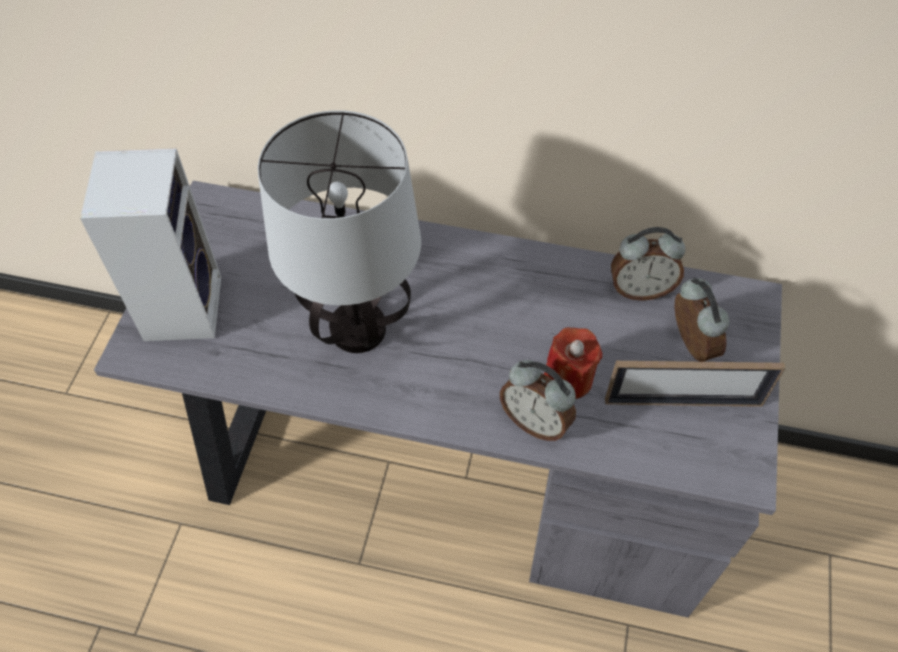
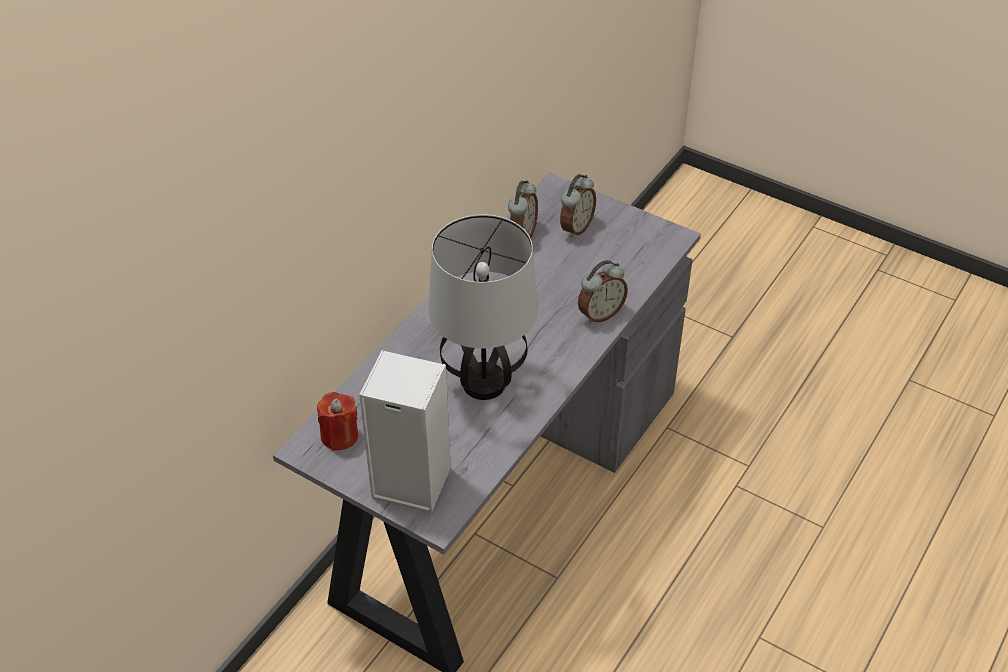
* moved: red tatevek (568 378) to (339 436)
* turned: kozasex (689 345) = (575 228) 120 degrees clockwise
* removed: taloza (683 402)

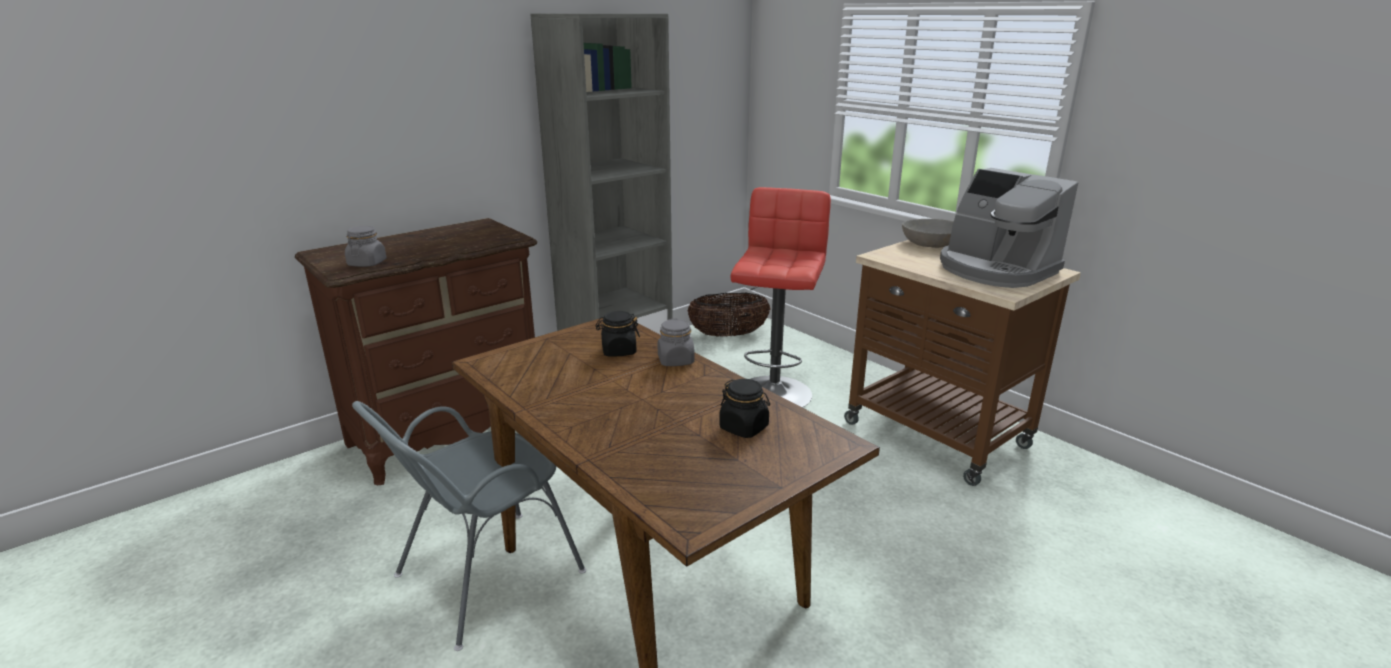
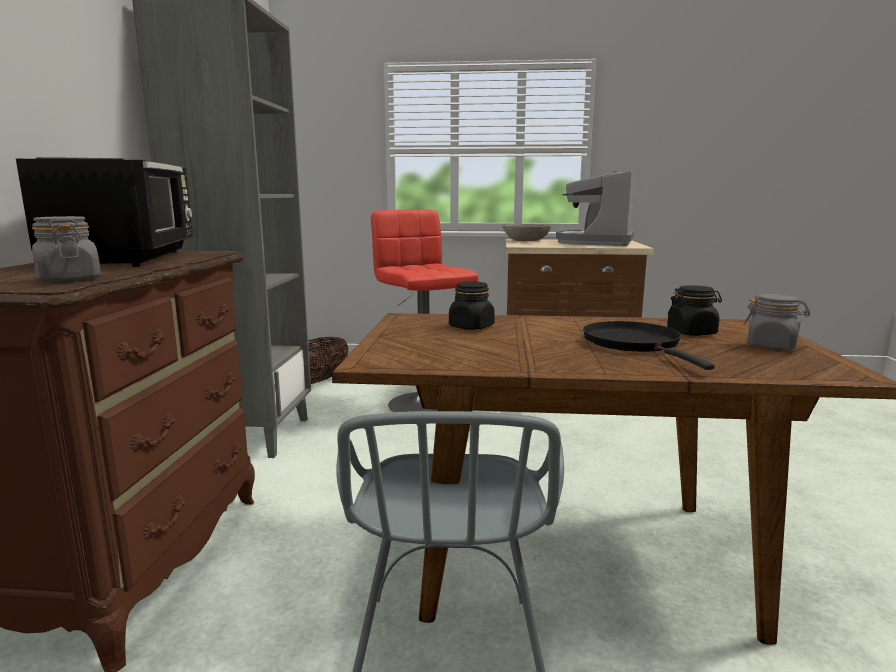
* added: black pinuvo (128 258)
* turned: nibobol (995 270) = (596 242) 105 degrees clockwise
* added: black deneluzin (635 344)
* moved: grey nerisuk (676 360) to (772 345)

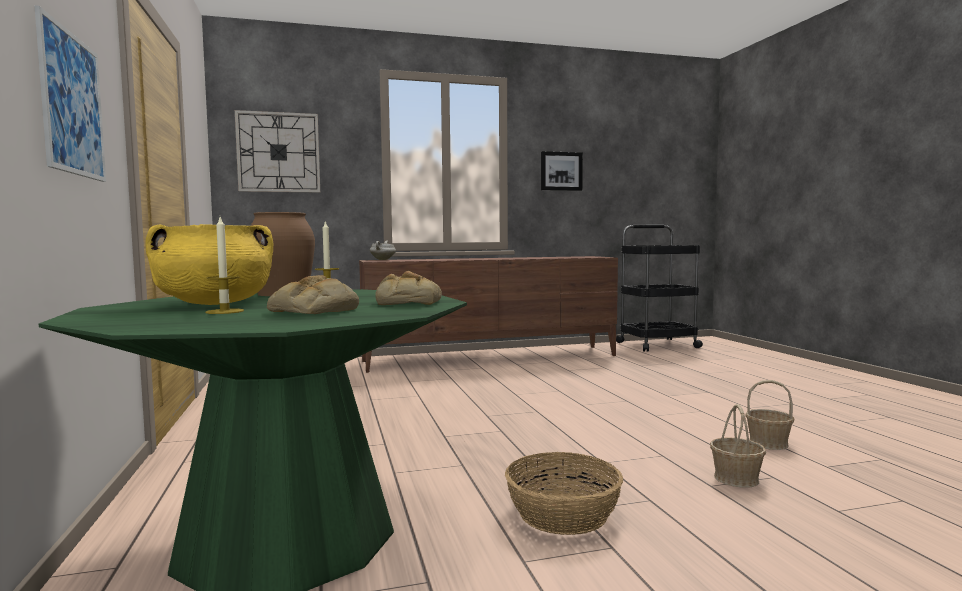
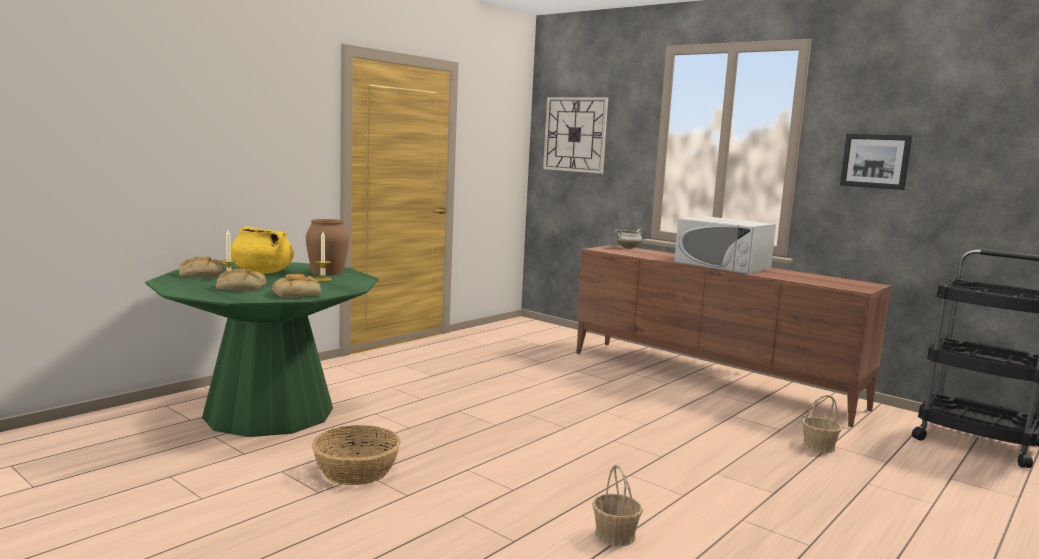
* added: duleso (201 274)
* added: white pinuvo (722 265)
* moved: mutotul (736 478) to (819 446)
* removed: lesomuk (72 104)

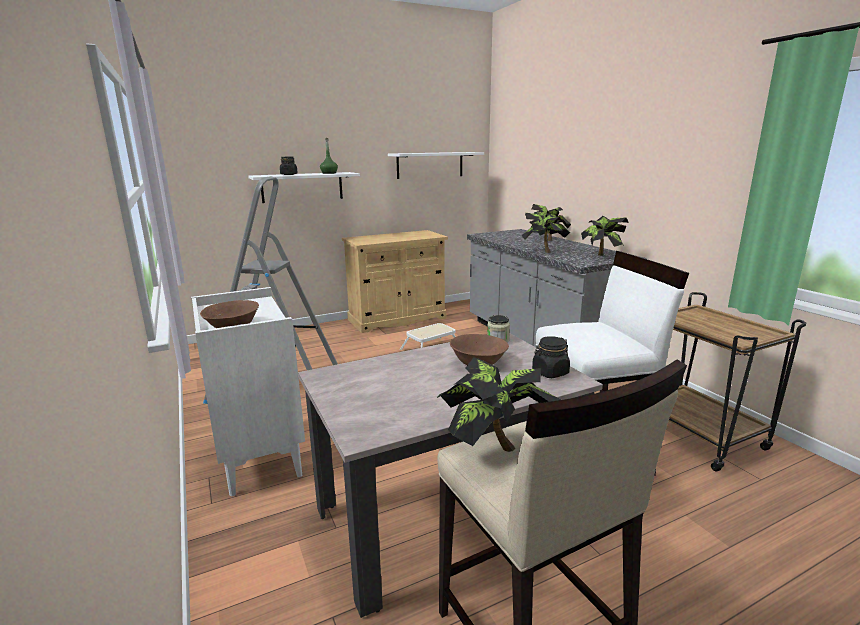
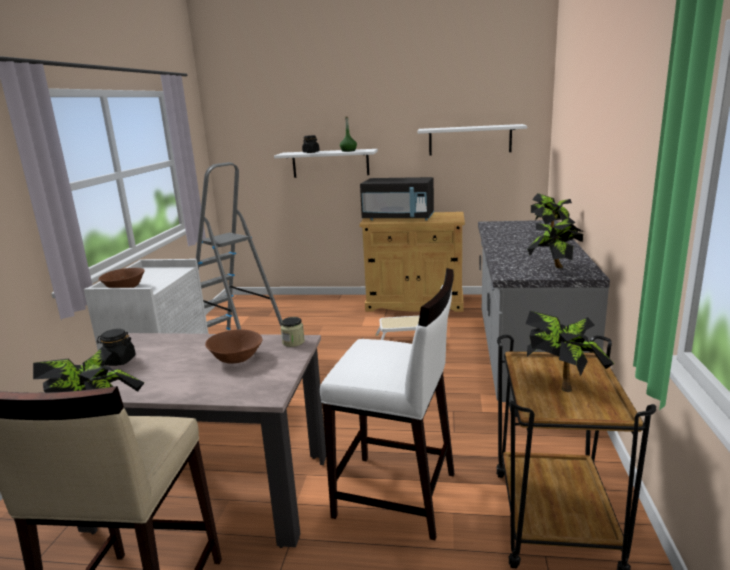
* moved: black nerisuk (550 372) to (119 361)
* added: black pinuvo (398 218)
* moved: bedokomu (543 251) to (563 384)

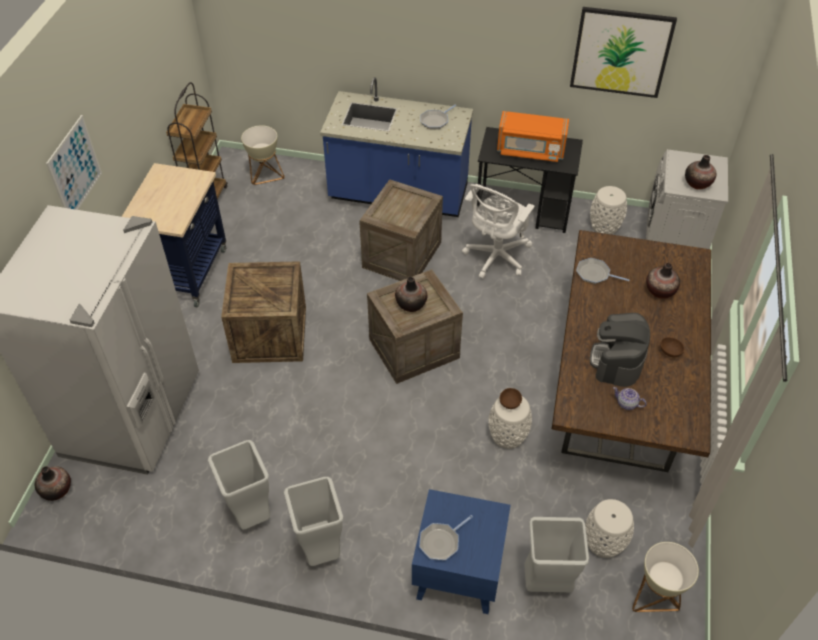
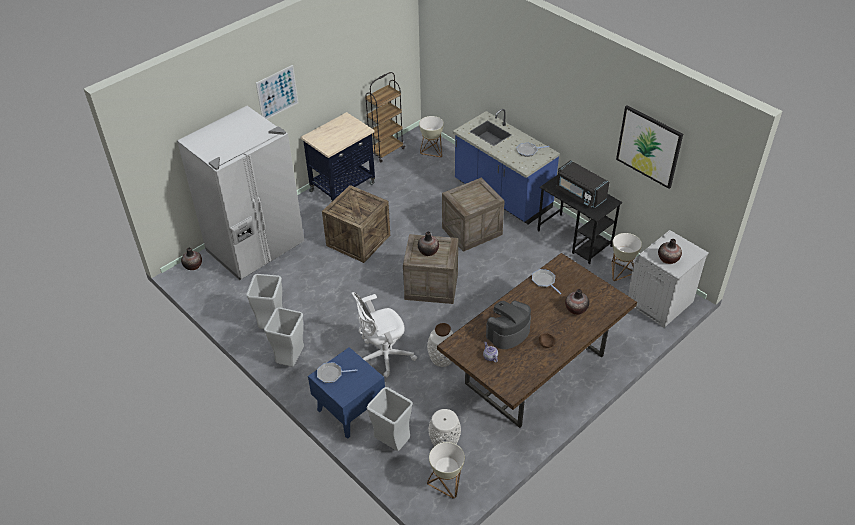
* moved: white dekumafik (495 258) to (383 356)
* recoloured: orange pinuvo (530 150) to black pinuvo (579 194)
* replaced: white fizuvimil (604 226) to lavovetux (621 272)

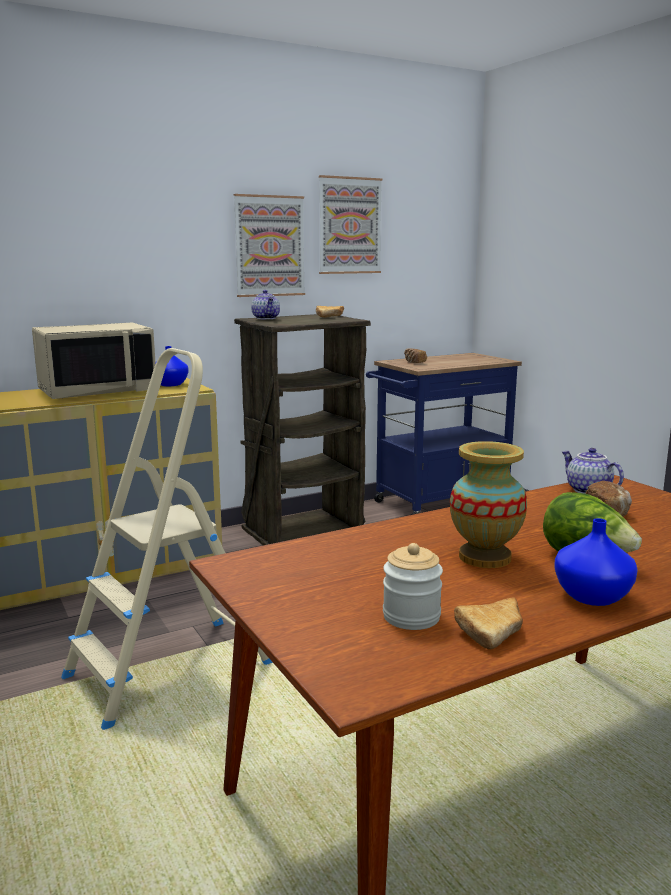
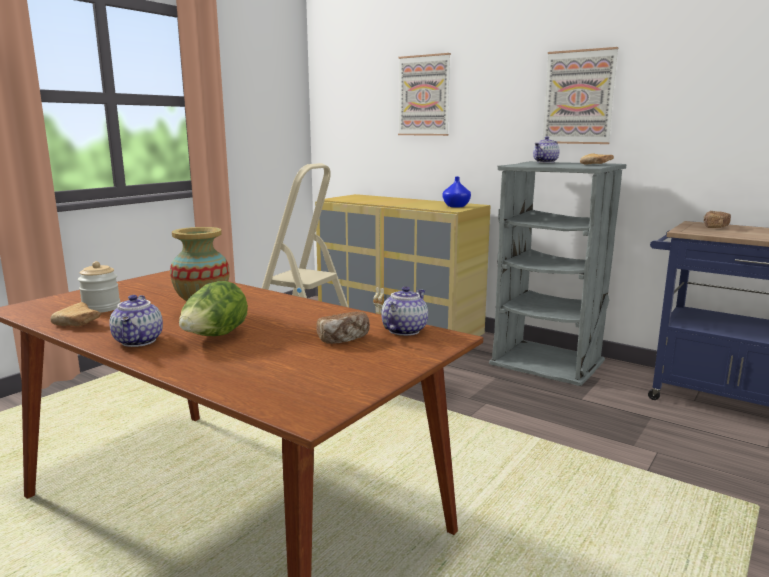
* replaced: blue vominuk (590 595) to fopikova (139 341)
* moved: lesomuk (349 226) to (424 95)
* recoloured: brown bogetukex (304 532) to grey bogetukex (548 362)
* removed: beige pinuvo (97 391)

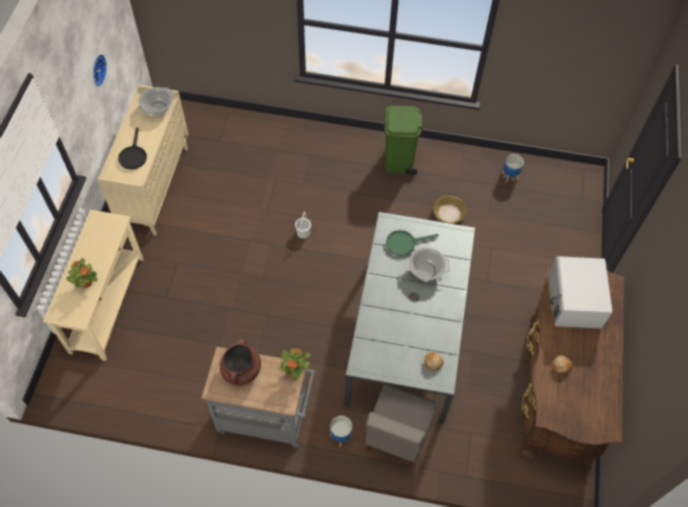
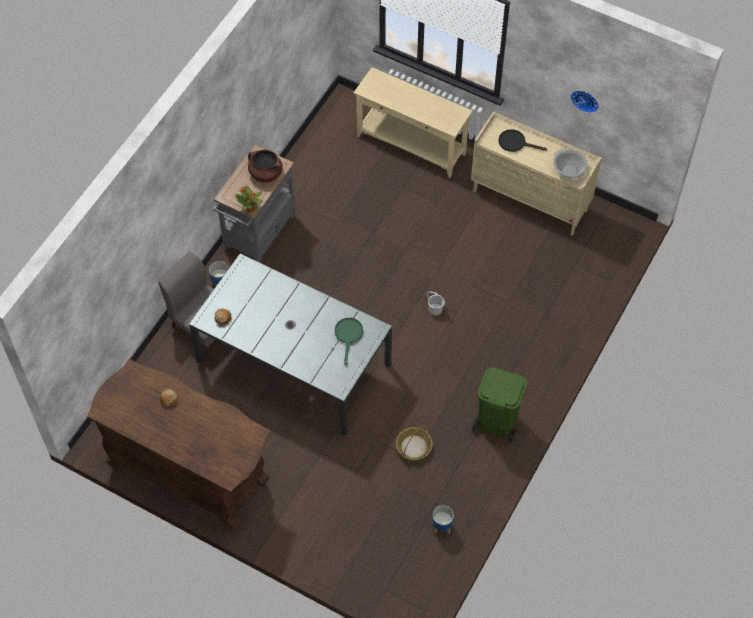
* removed: bedokomu (86 283)
* removed: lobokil (426 271)
* removed: white pinuvo (574 301)

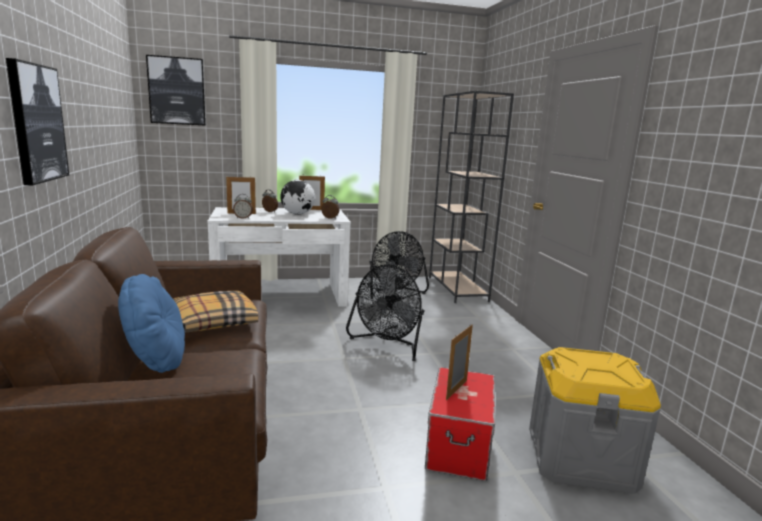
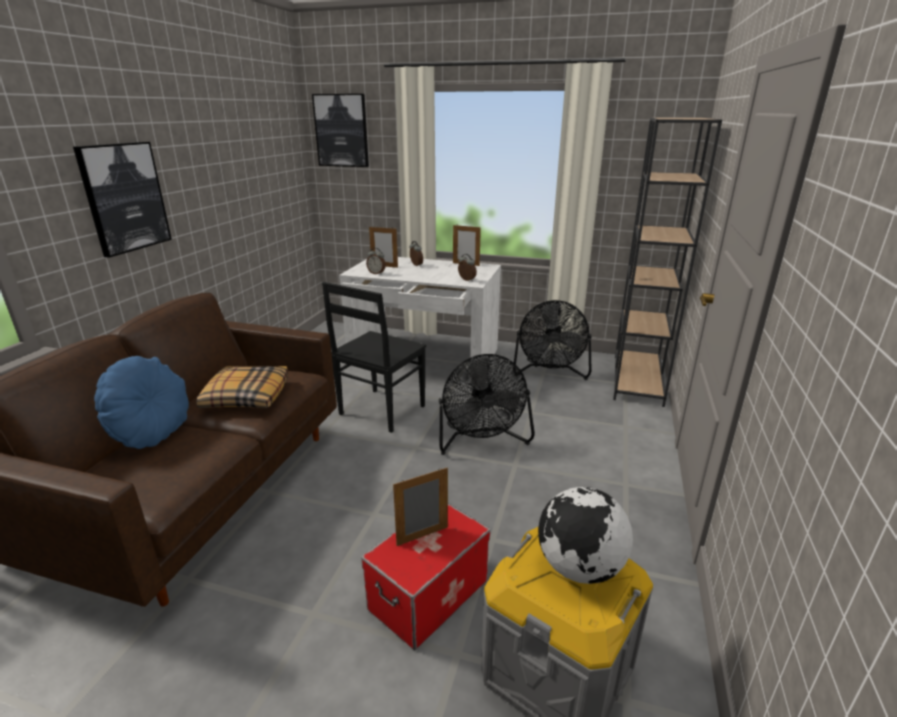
* added: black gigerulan (380 411)
* turned: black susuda (387 343) = (478 439) 75 degrees counterclockwise
* moved: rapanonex (297 214) to (579 568)

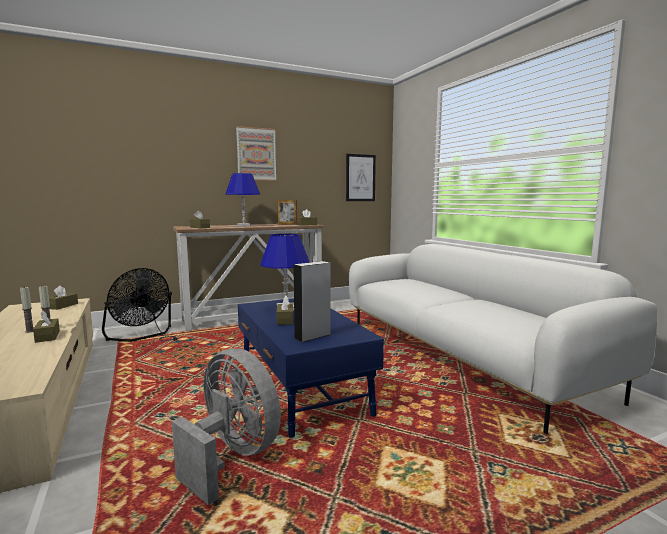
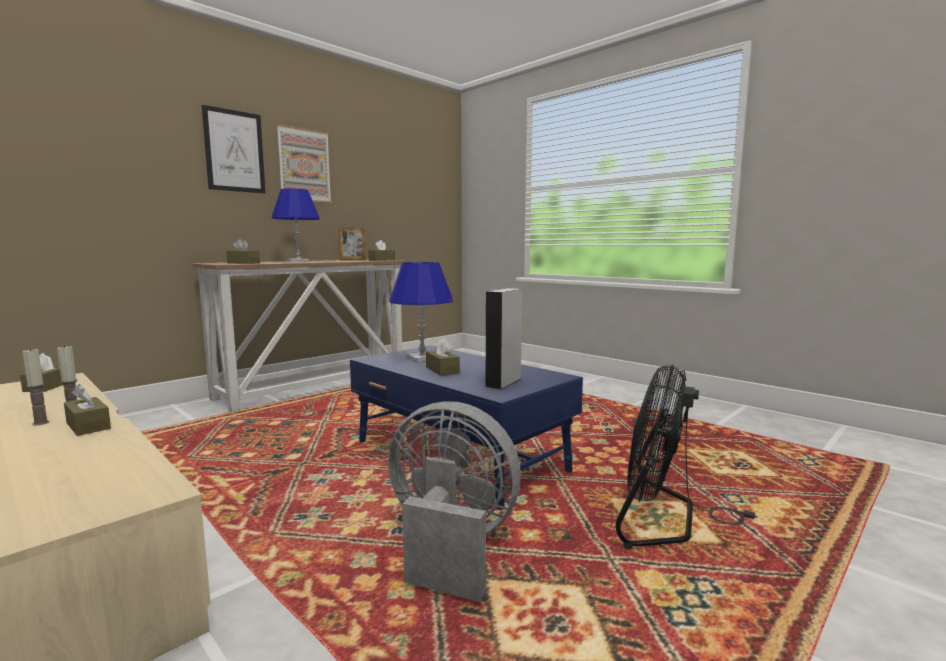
* moved: lesomuk (360 178) to (234 151)
* moved: black susuda (147 335) to (667 515)
* removed: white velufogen (460 356)

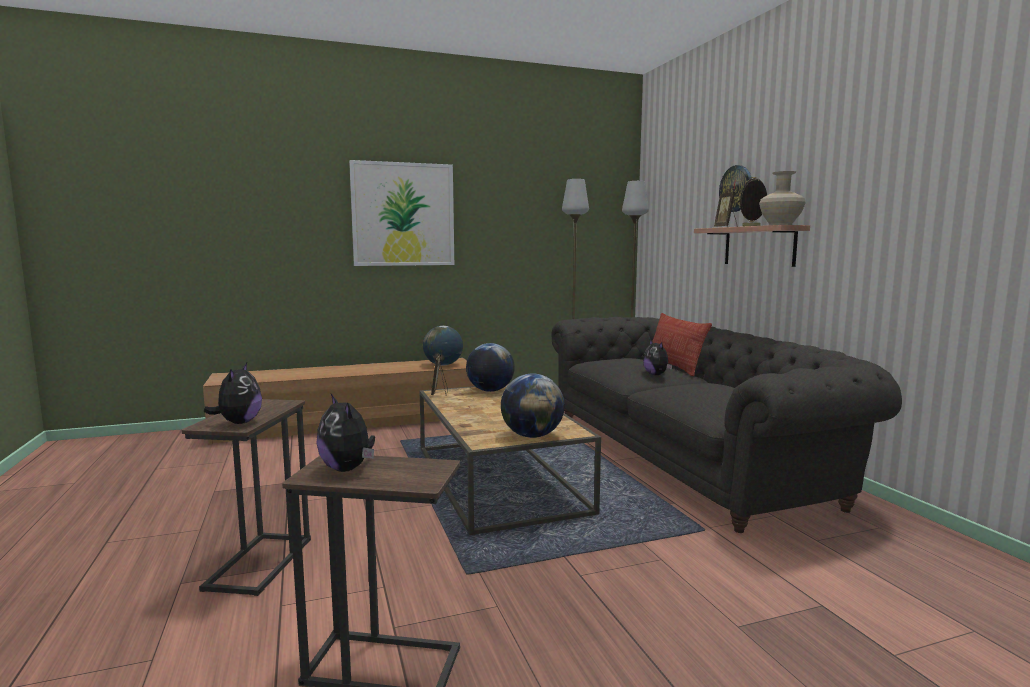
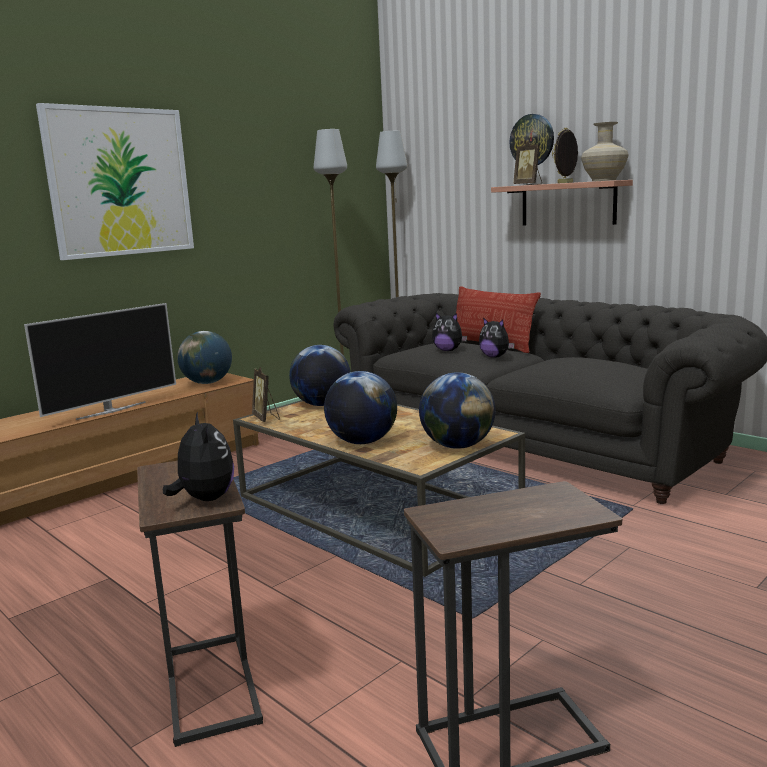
* added: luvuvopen (111 410)
* added: rapanonex (362 442)
* moved: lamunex (348 469) to (448 350)

